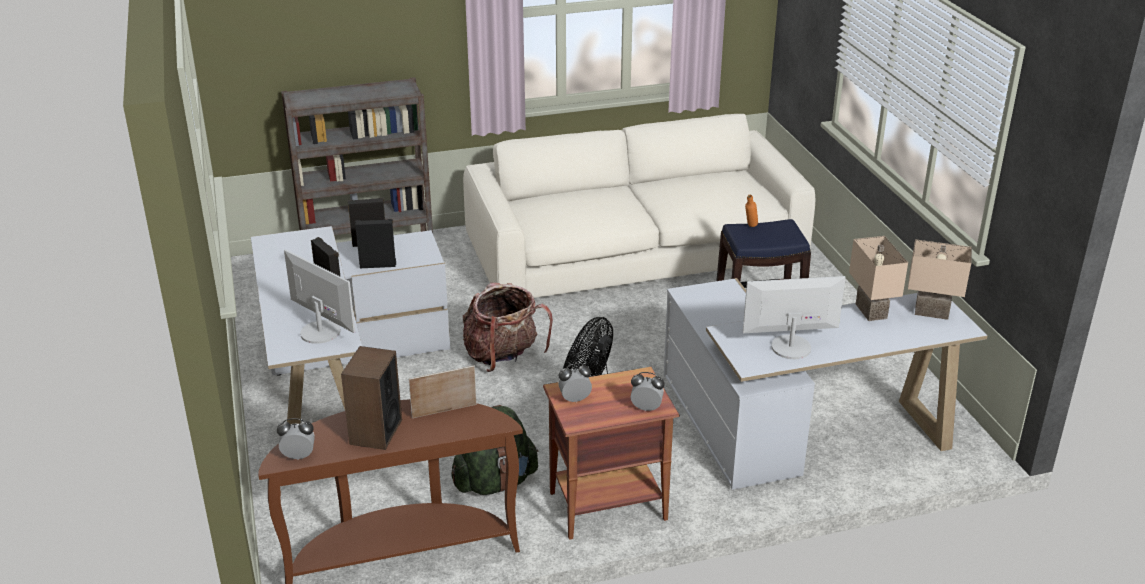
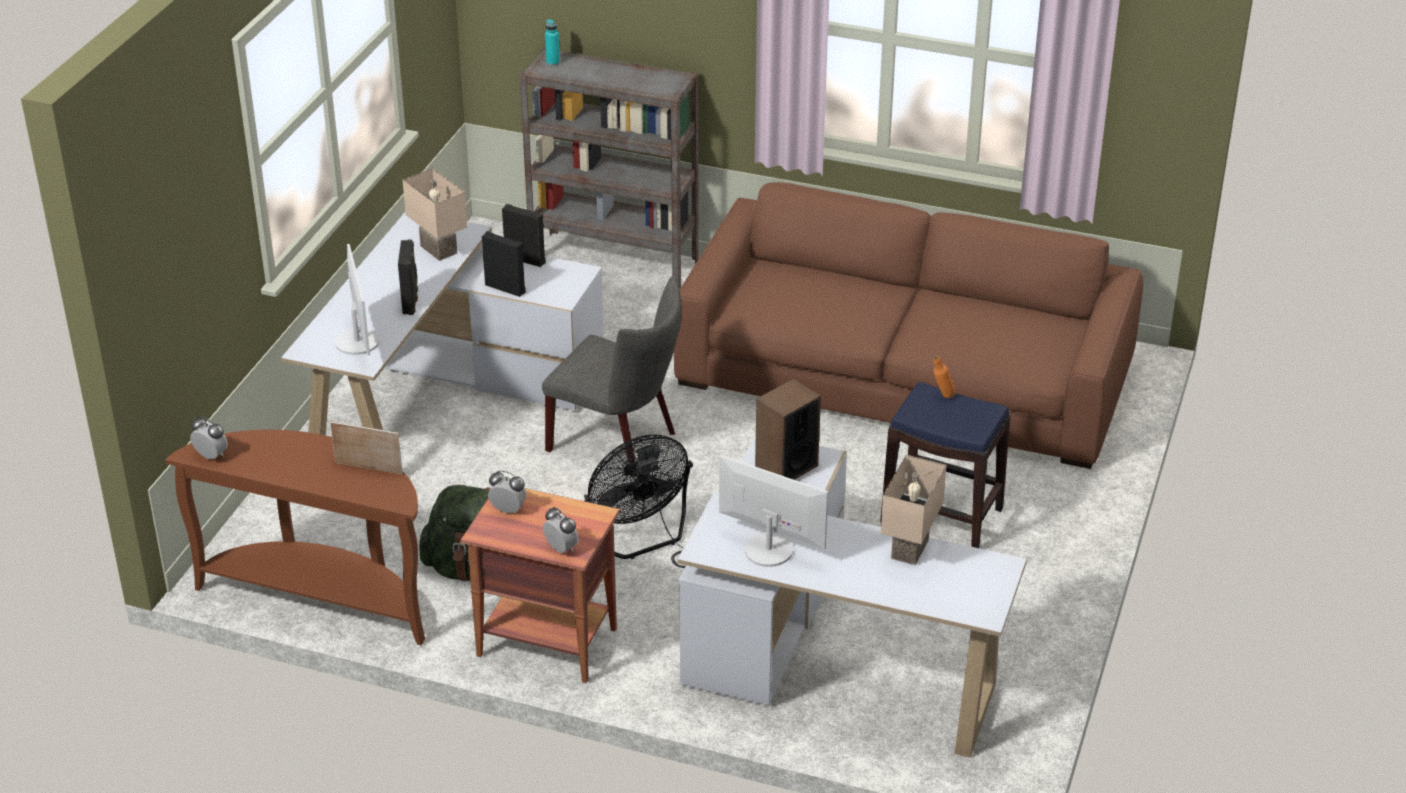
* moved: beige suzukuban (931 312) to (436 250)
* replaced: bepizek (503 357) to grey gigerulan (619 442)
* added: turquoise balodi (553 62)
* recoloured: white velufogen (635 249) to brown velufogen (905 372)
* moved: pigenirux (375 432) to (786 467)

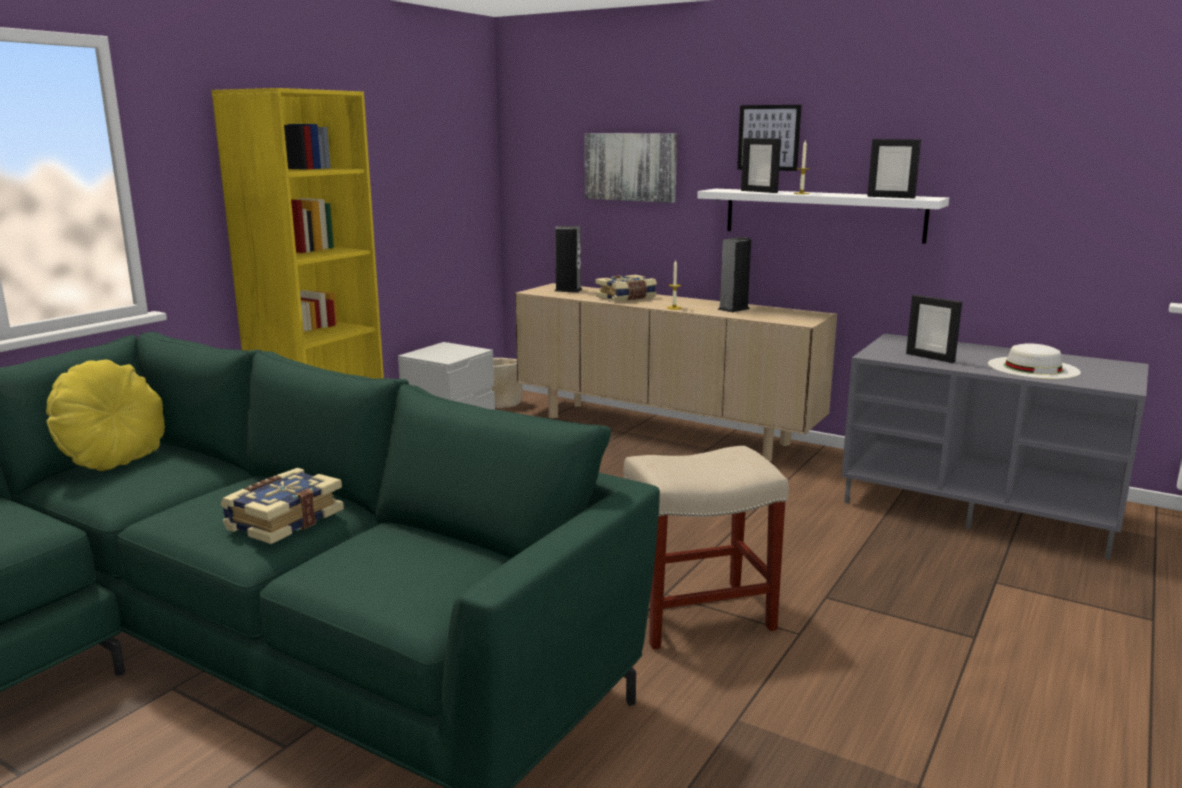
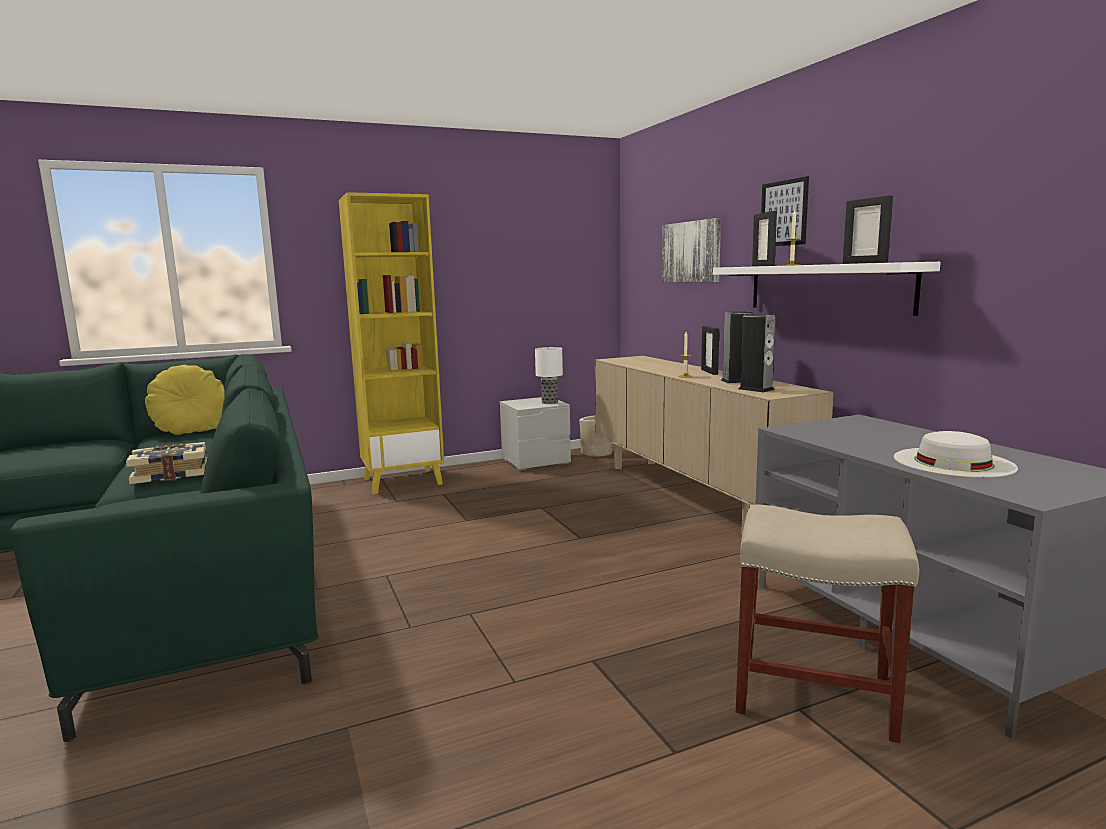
* added: suzukuban (550 402)
* moved: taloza (930 357) to (710 372)
* moved: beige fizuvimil (699 614) to (816 694)
* moved: pigenirux (568 290) to (756 389)
* removed: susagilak (626 298)

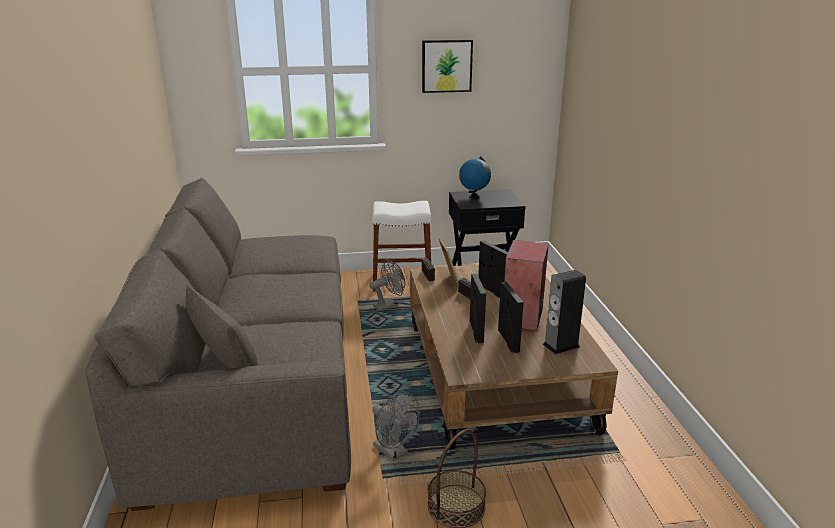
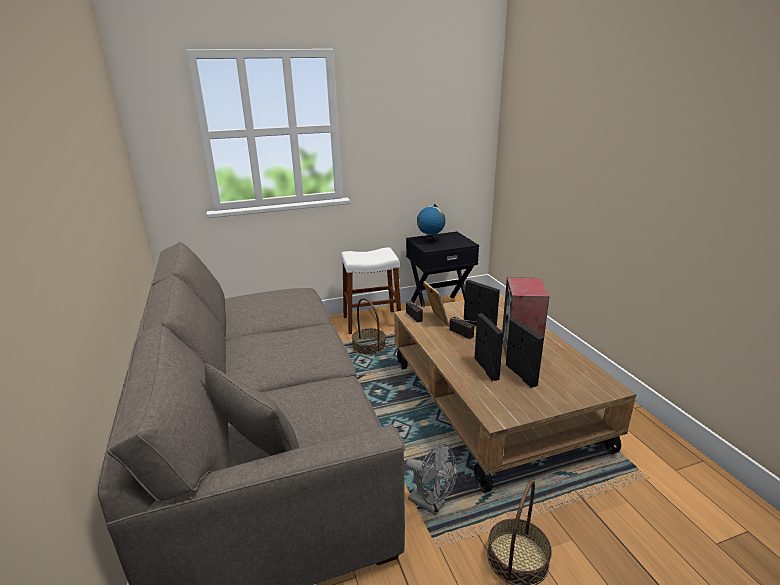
* replaced: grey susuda (389 305) to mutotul (368 346)
* removed: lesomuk (446 66)
* removed: pigenirux (561 345)

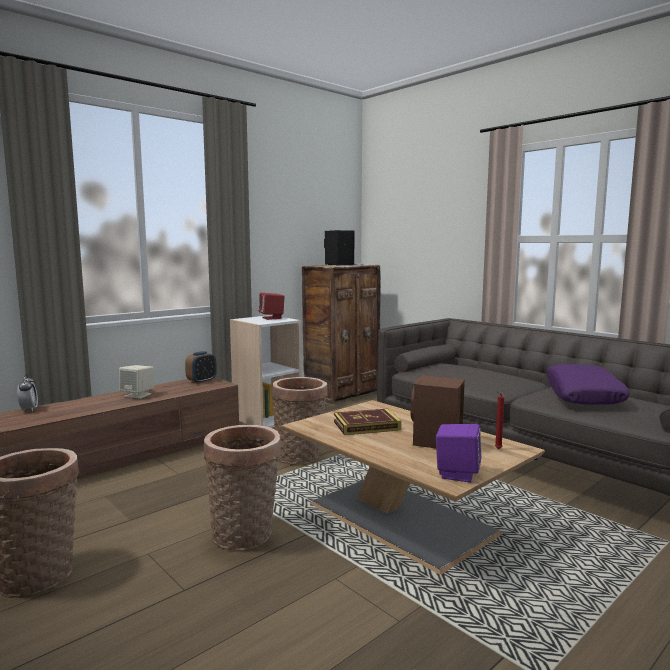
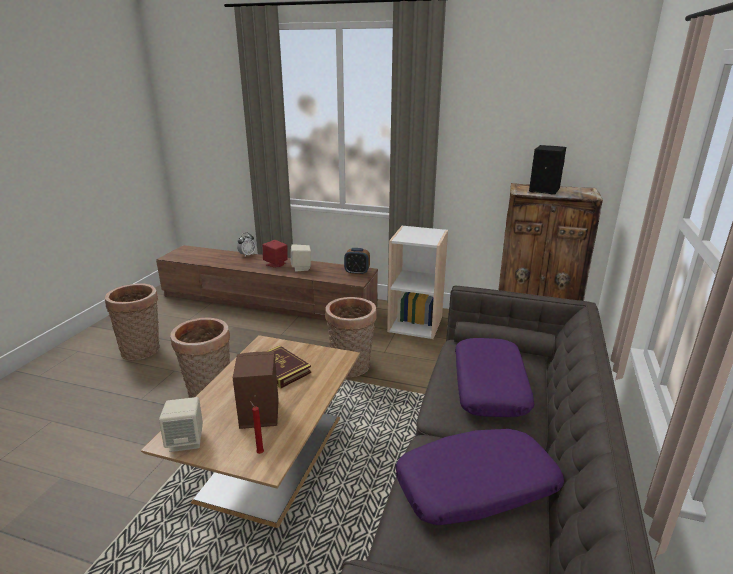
* recoloured: purple pigenirux (457 474) to beige pigenirux (186 441)
* moved: red pigenirux (271 318) to (276 264)
* added: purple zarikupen (490 386)

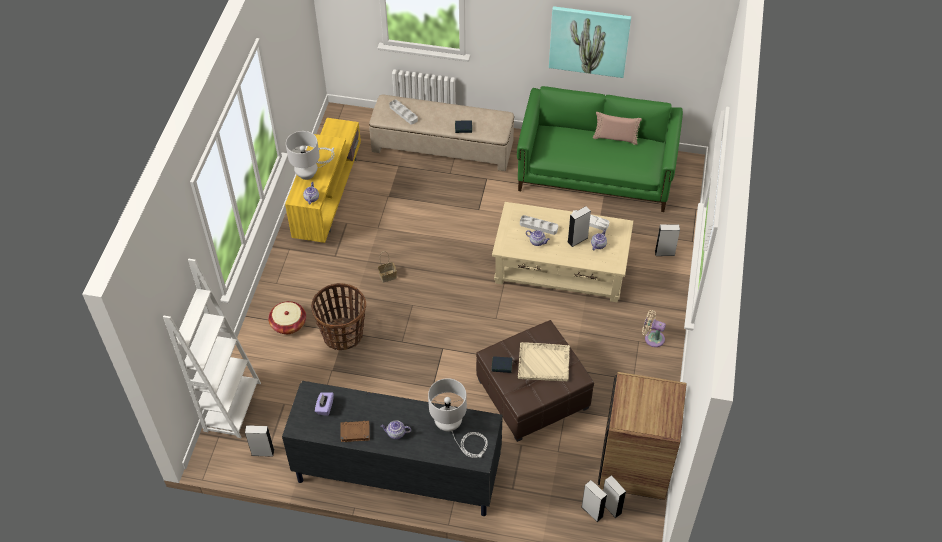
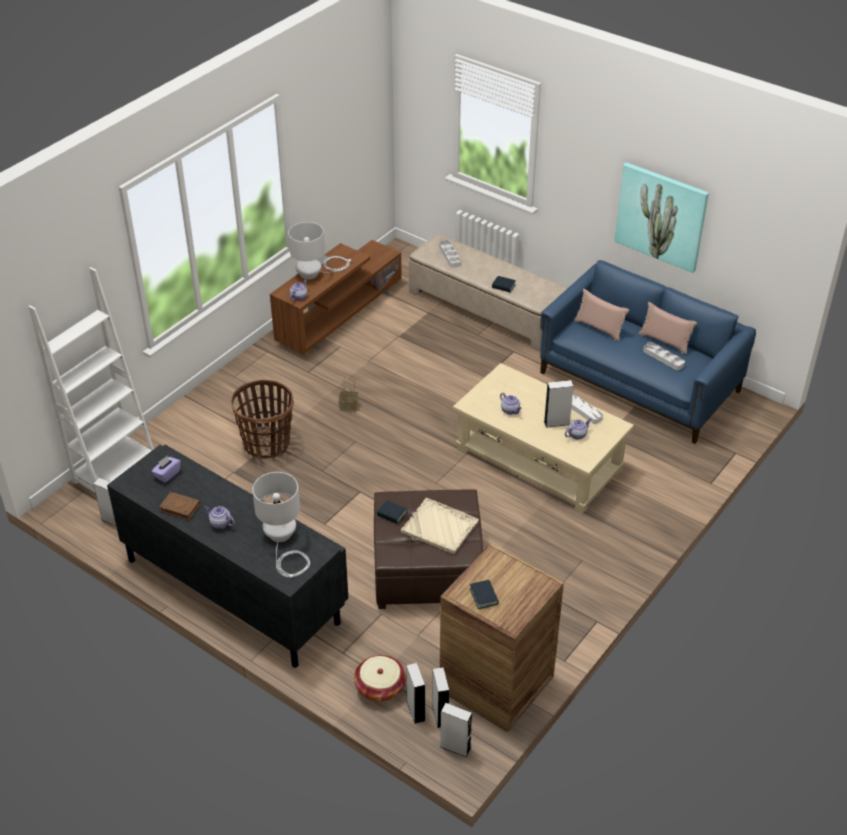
* recoloured: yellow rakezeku (328 192) to brown rakezeku (340 314)
* moved: mutotul (288 324) to (380 687)
* moved: grey pigenirux (664 253) to (455 747)
* added: susagilak (483 596)
* recoloured: green velufogen (595 173) to blue velufogen (638 383)
* added: beige zarikupen (599 328)
* moved: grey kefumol (538 226) to (663 358)
* removed: beige susuda (652 338)

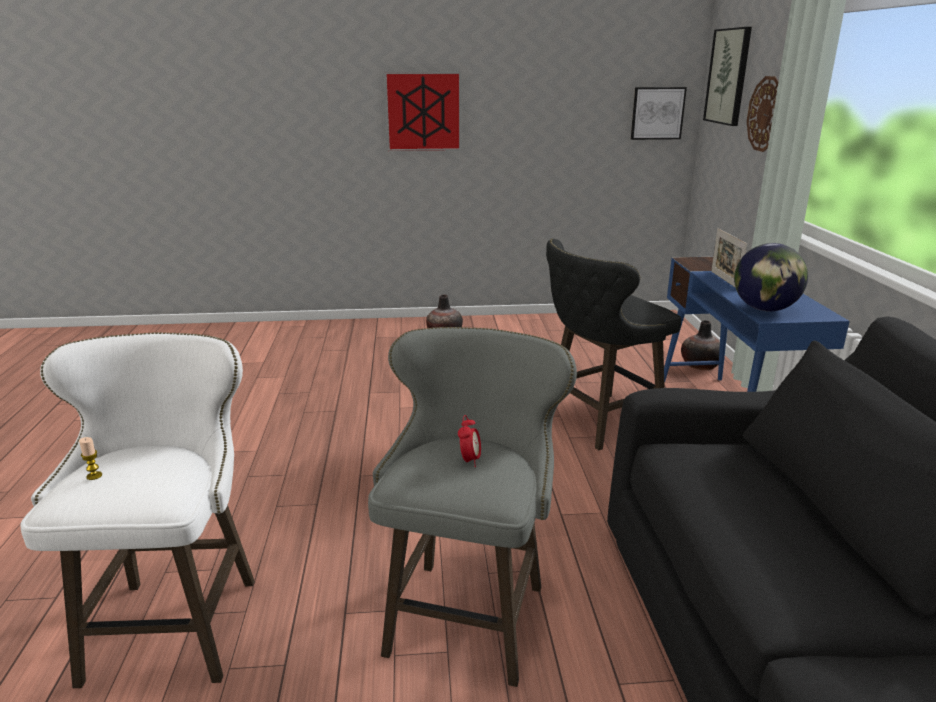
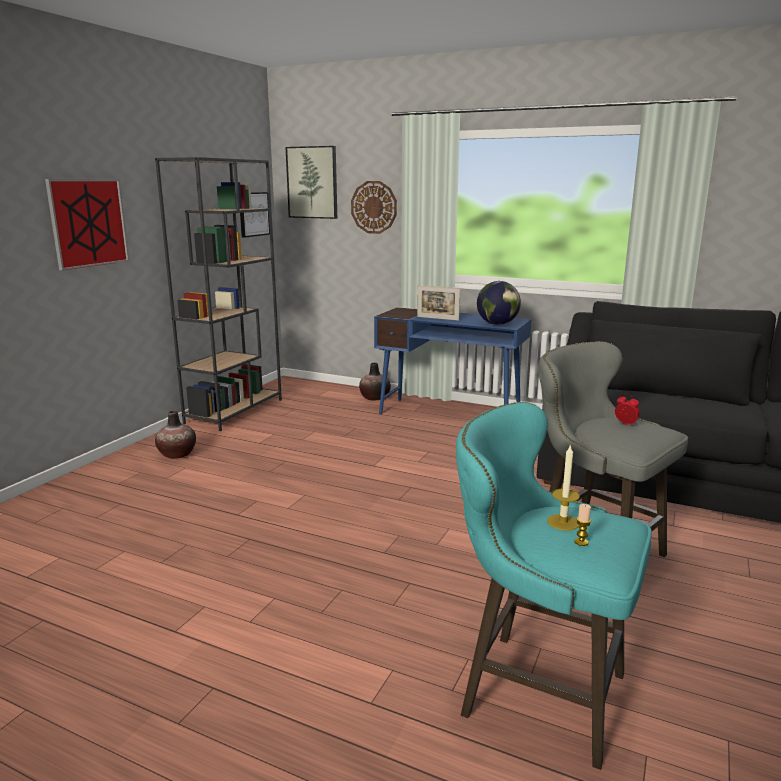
* added: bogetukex (234 411)
* recoloured: white fizuvimil (176 622) to turquoise fizuvimil (536 691)
* added: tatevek (563 522)
* removed: black fizuvimil (599 422)

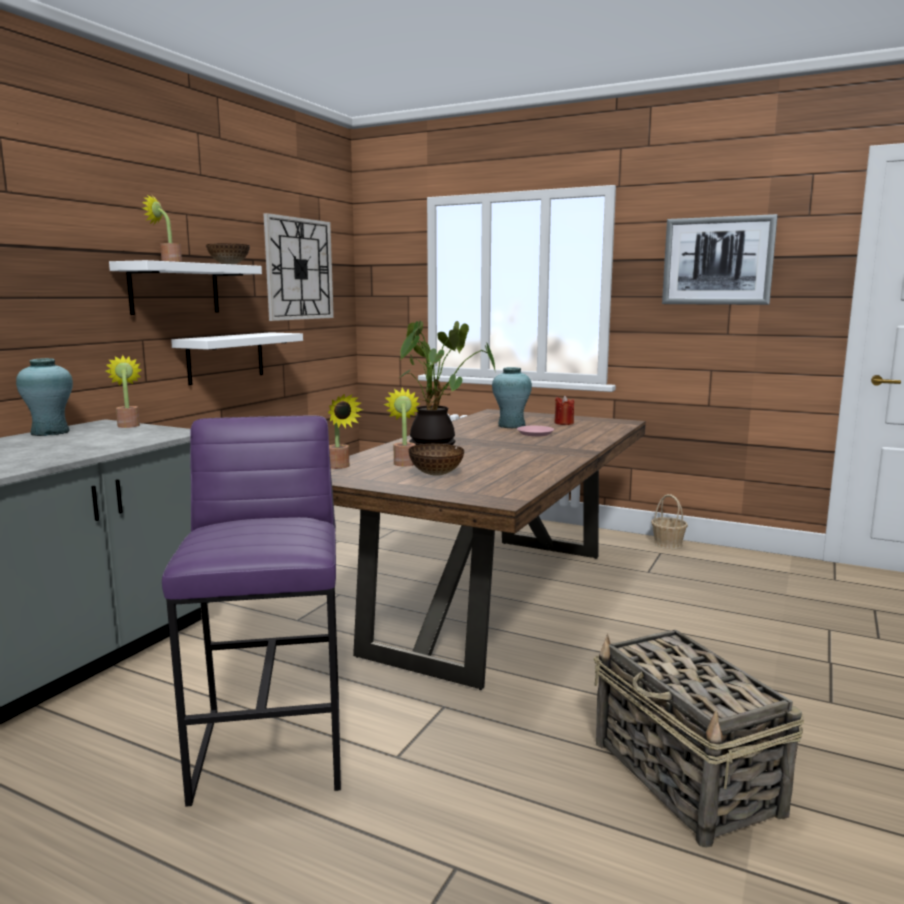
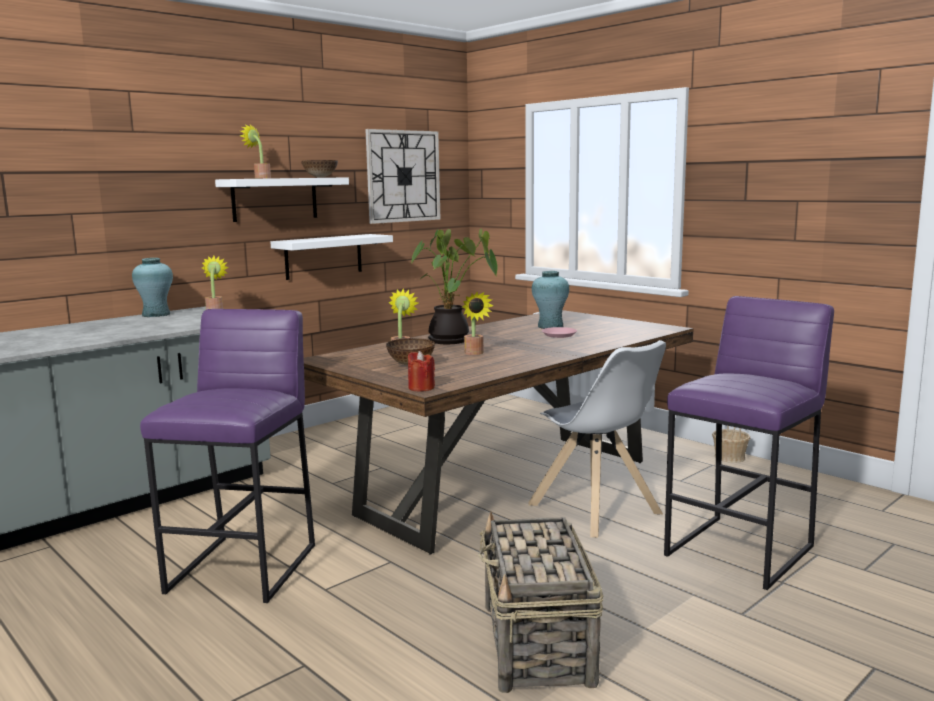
* moved: red tatevek (564 423) to (421 388)
* moved: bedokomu (340 467) to (475 353)
* added: gigerulan (597 510)
* added: purple fizuvimil (740 550)
* removed: lesomuk (717 261)

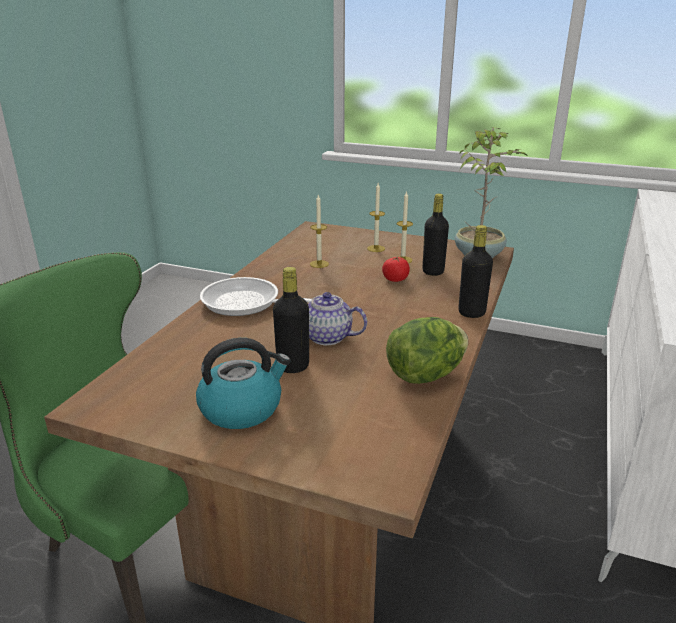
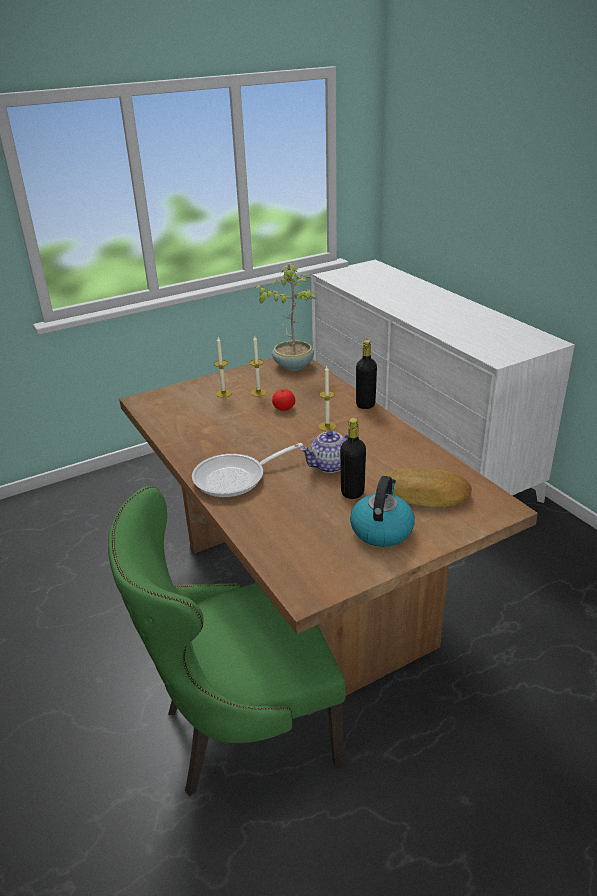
* moved: tatevek (319 264) to (327 426)
* added: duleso (425 495)
* removed: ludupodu (425 375)
* removed: black balodi (433 271)

